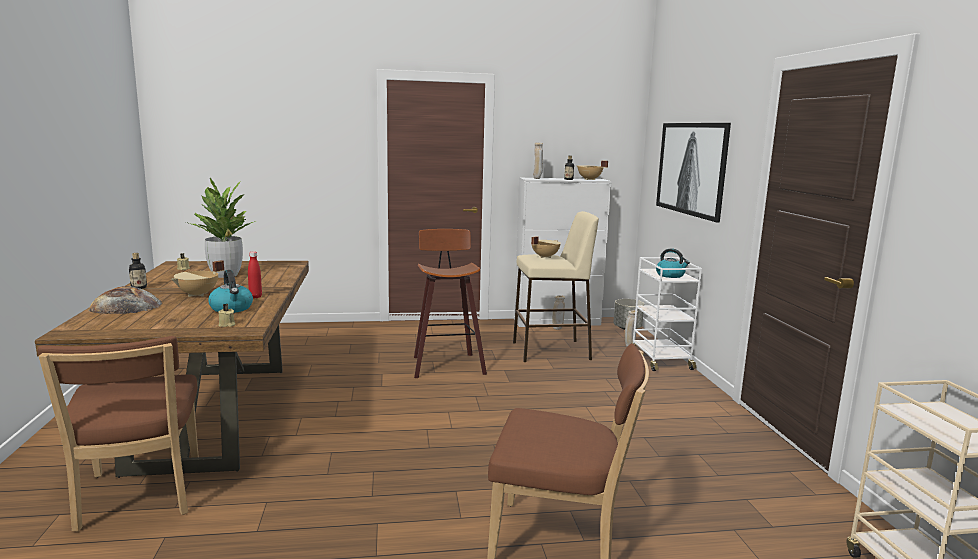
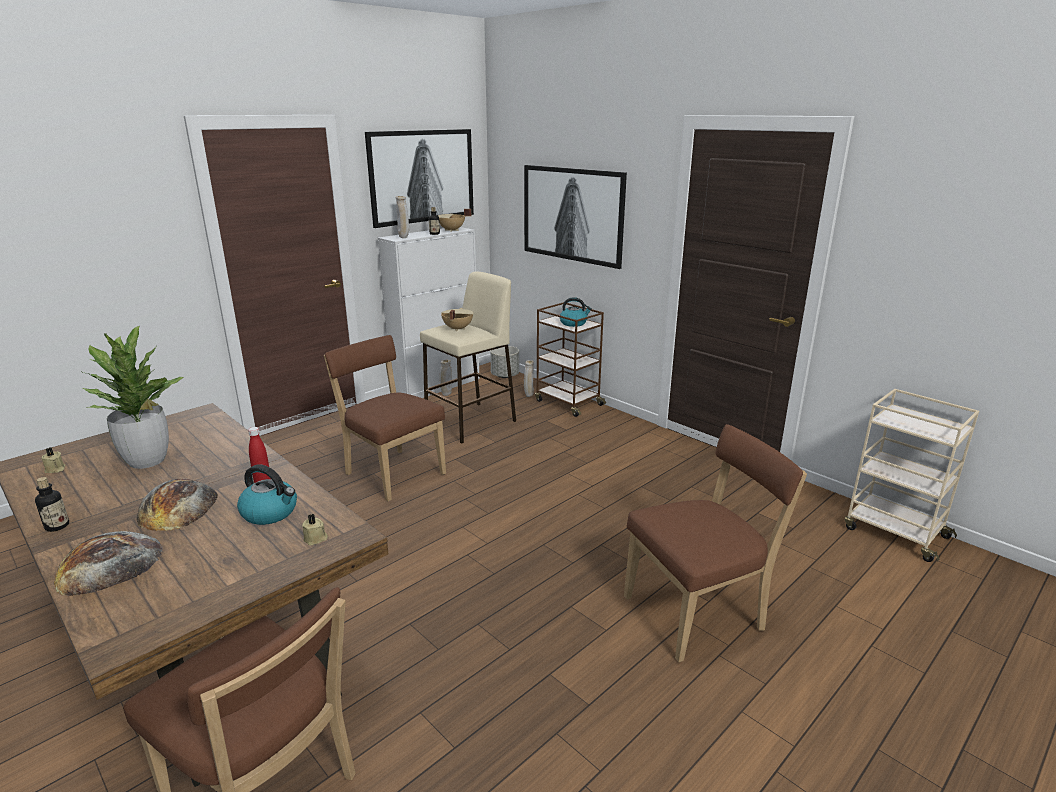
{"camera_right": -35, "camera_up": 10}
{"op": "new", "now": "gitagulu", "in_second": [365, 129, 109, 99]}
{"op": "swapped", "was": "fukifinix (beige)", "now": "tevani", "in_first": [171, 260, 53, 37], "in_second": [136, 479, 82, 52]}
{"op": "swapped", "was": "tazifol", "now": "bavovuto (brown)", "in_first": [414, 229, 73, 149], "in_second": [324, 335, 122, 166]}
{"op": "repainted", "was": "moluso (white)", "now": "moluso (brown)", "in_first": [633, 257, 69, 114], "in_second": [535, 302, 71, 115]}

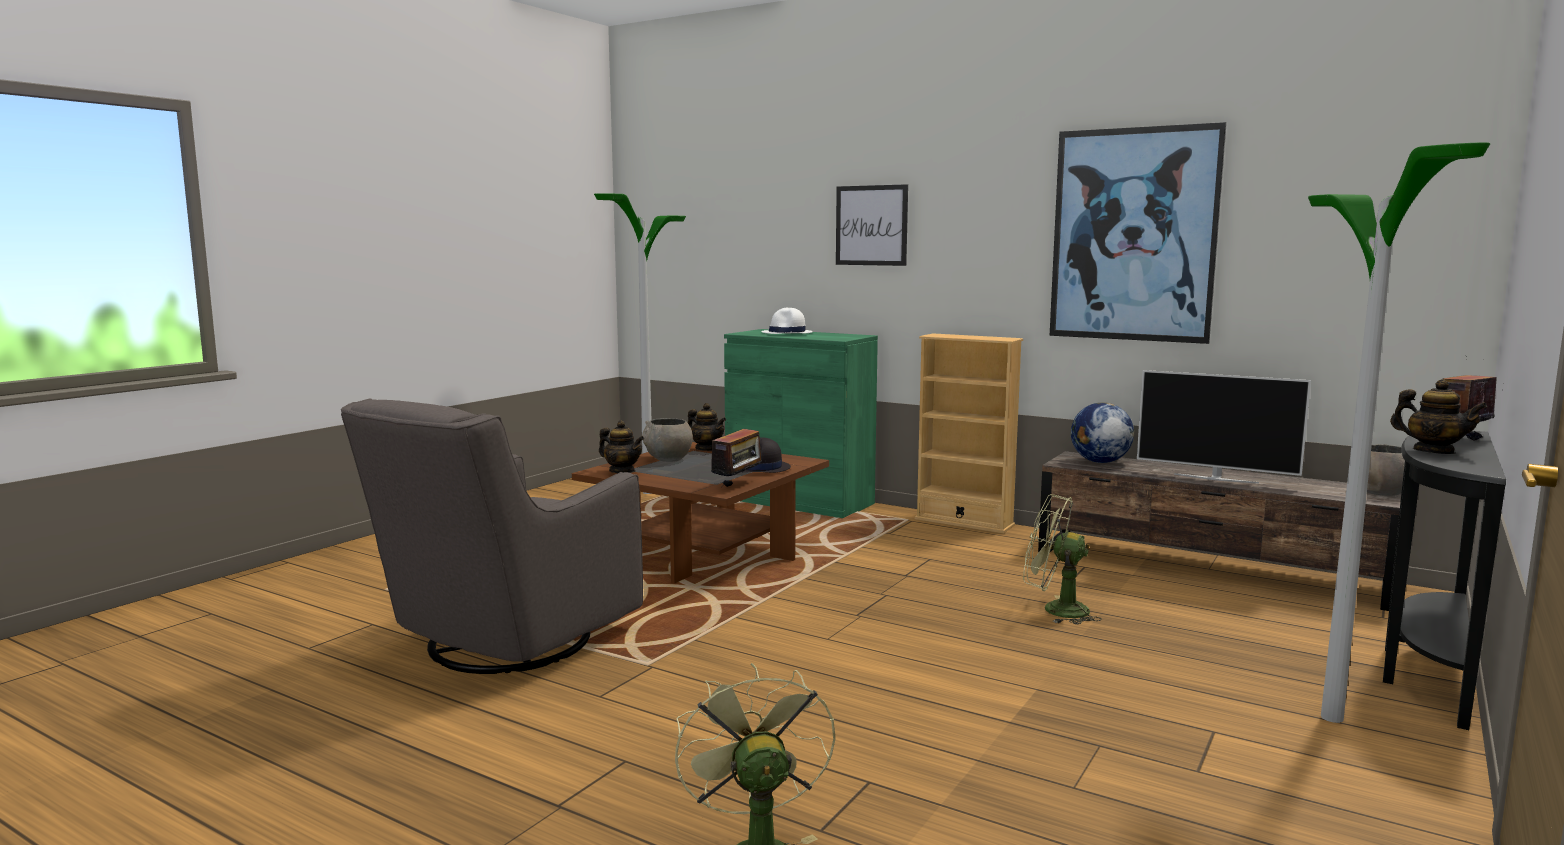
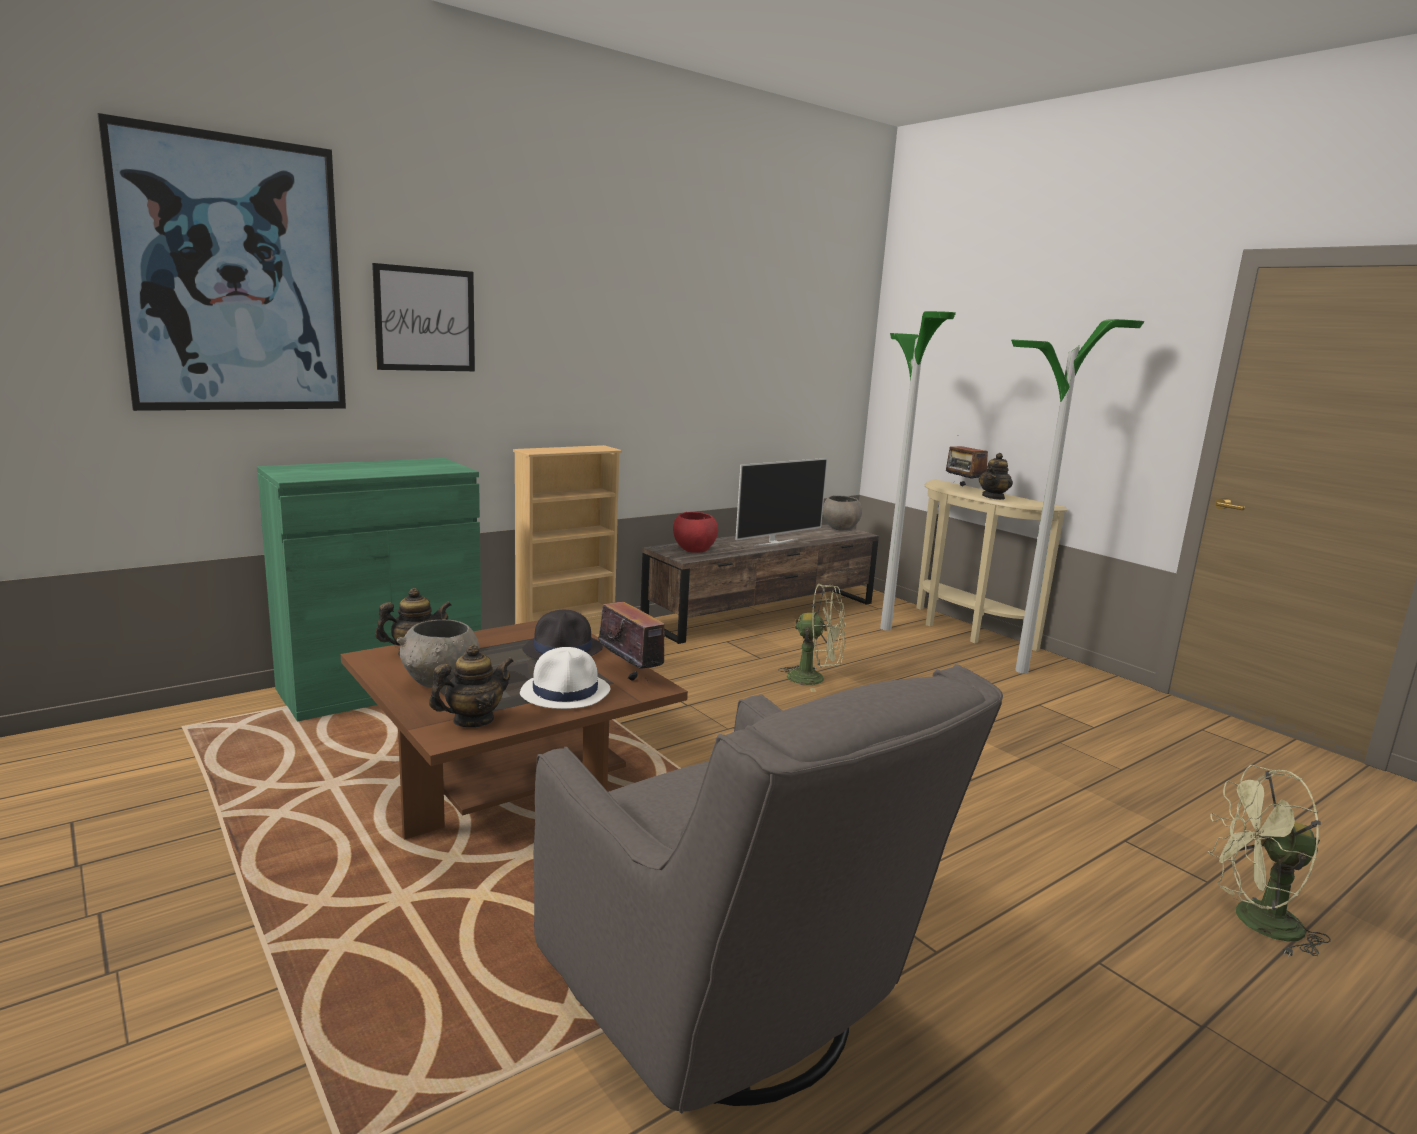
{"camera_right": -70, "camera_up": 5}
{"op": "shifted", "was": "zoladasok", "in_first": [594, 193, 92, 301], "in_second": [880, 311, 76, 320]}
{"op": "shifted", "was": "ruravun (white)", "in_first": [761, 308, 52, 26], "in_second": [520, 647, 91, 62]}
{"op": "shifted", "was": "gitagulu", "in_first": [1050, 122, 177, 222], "in_second": [97, 113, 249, 298]}
{"op": "swapped", "was": "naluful", "now": "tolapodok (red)", "in_first": [1071, 402, 63, 61], "in_second": [673, 512, 45, 41]}
{"op": "repainted", "was": "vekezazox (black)", "now": "vekezazox (beige)", "in_first": [1383, 431, 123, 299], "in_second": [917, 479, 151, 172]}
{"op": "rotated", "was": "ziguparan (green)", "in_first": [1023, 494, 79, 131], "in_second": [778, 584, 67, 108], "clockwise": -120}
{"op": "rotated", "was": "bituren", "in_first": [1390, 379, 97, 75], "in_second": [979, 453, 34, 47], "clockwise": 150}

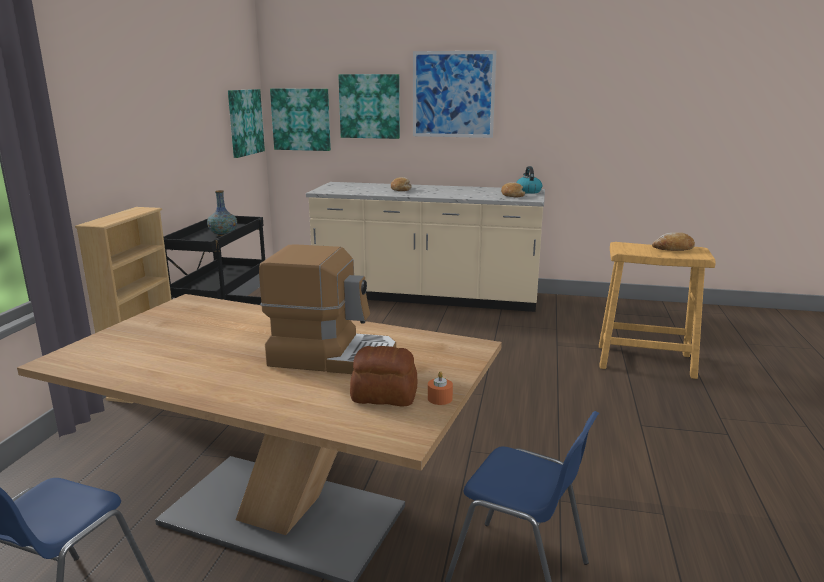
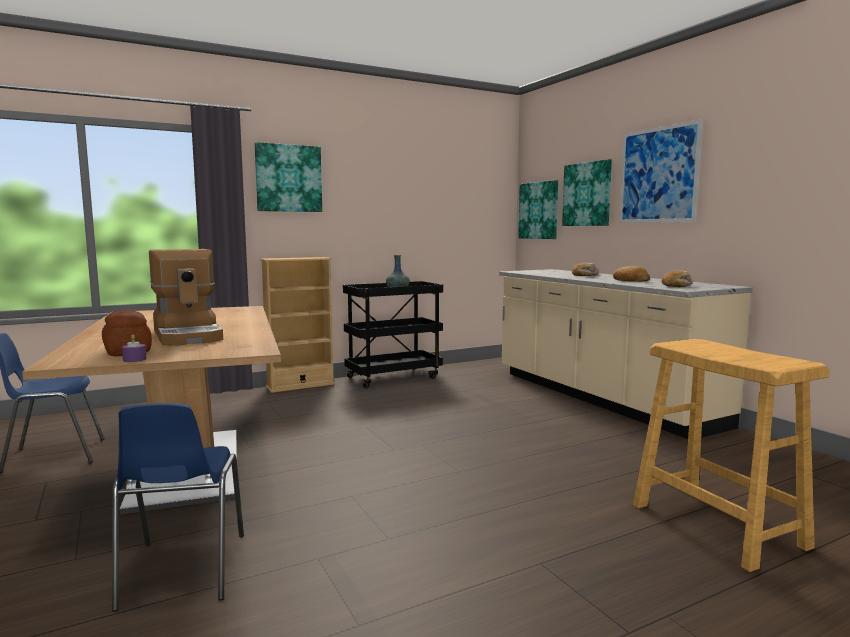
{"camera_right": 50, "camera_up": -10}
{"op": "gone", "was": "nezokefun", "in_first": [516, 166, 26, 28]}
{"op": "shifted", "was": "gitagulu", "in_first": [228, 89, 37, 69], "in_second": [255, 142, 67, 70]}
{"op": "shifted", "was": "tevani", "in_first": [652, 232, 43, 19], "in_second": [613, 266, 37, 15]}
{"op": "repainted", "was": "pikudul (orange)", "now": "pikudul (purple)", "in_first": [428, 371, 25, 34], "in_second": [122, 334, 25, 28]}

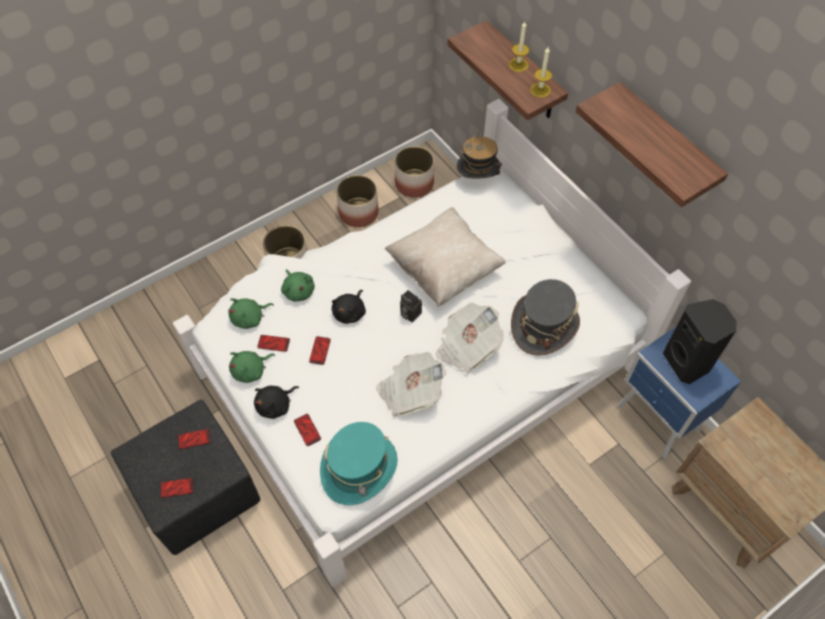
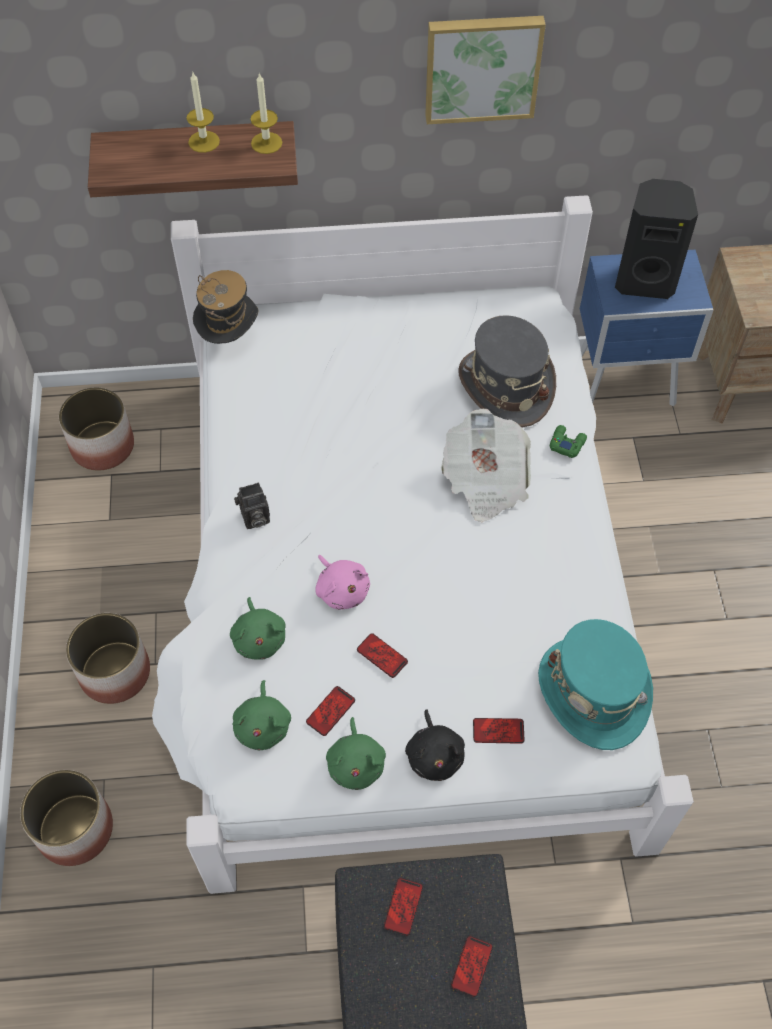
{"camera_right": -60, "camera_up": 0}
{"op": "gone", "was": "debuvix", "in_first": [376, 352, 70, 65]}
{"op": "gone", "was": "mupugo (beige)", "in_first": [384, 207, 122, 100]}
{"op": "new", "now": "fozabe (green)", "in_second": [550, 425, 37, 33]}
{"op": "shifted", "was": "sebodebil", "in_first": [336, 175, 43, 52], "in_second": [20, 770, 93, 96]}
{"op": "shifted", "was": "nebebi", "in_first": [400, 290, 22, 32], "in_second": [234, 482, 36, 47]}
{"op": "swapped", "was": "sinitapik", "now": "gitagulu", "in_first": [576, 82, 152, 125], "in_second": [425, 16, 121, 108]}
{"op": "repainted", "was": "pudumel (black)", "now": "pudumel (pink)", "in_first": [332, 290, 34, 34], "in_second": [315, 555, 55, 55]}
{"op": "rotated", "was": "pudumel (green)", "in_first": [281, 269, 34, 33], "in_second": [230, 597, 56, 63], "clockwise": 75}

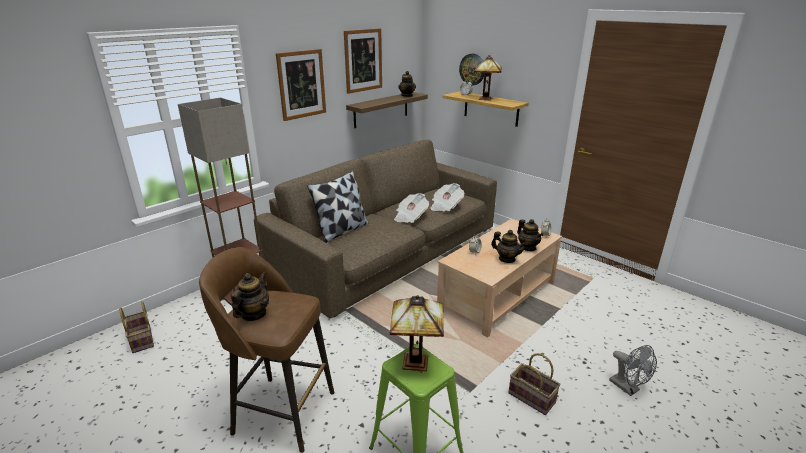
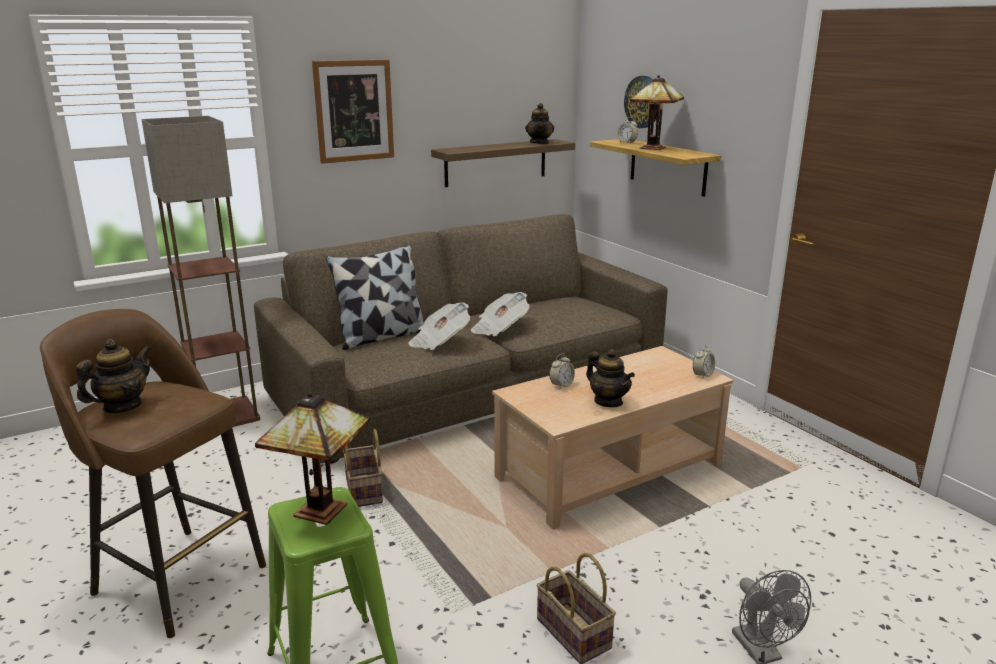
{"camera_right": 15, "camera_up": -5}
{"op": "gone", "was": "gitagulu", "in_first": [344, 28, 38, 66]}
{"op": "gone", "was": "bituren", "in_first": [517, 219, 26, 32]}
{"op": "shifted", "was": "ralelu", "in_first": [119, 302, 35, 51], "in_second": [343, 429, 40, 78]}
{"op": "shifted", "was": "debuvix", "in_first": [430, 183, 34, 29], "in_second": [408, 302, 62, 48]}

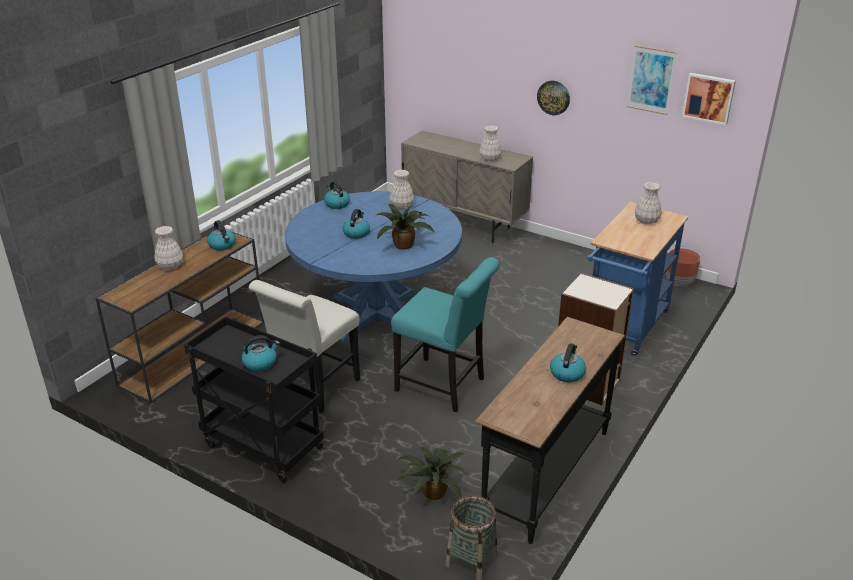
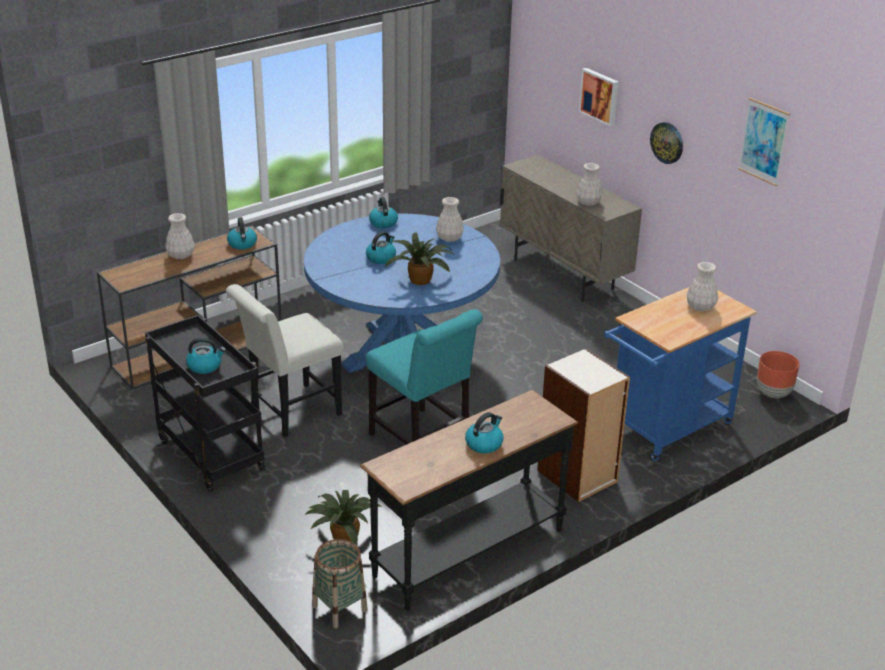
{"camera_right": 20, "camera_up": 0}
{"op": "shifted", "was": "gitagulu", "in_first": [682, 73, 54, 52], "in_second": [579, 68, 40, 59]}

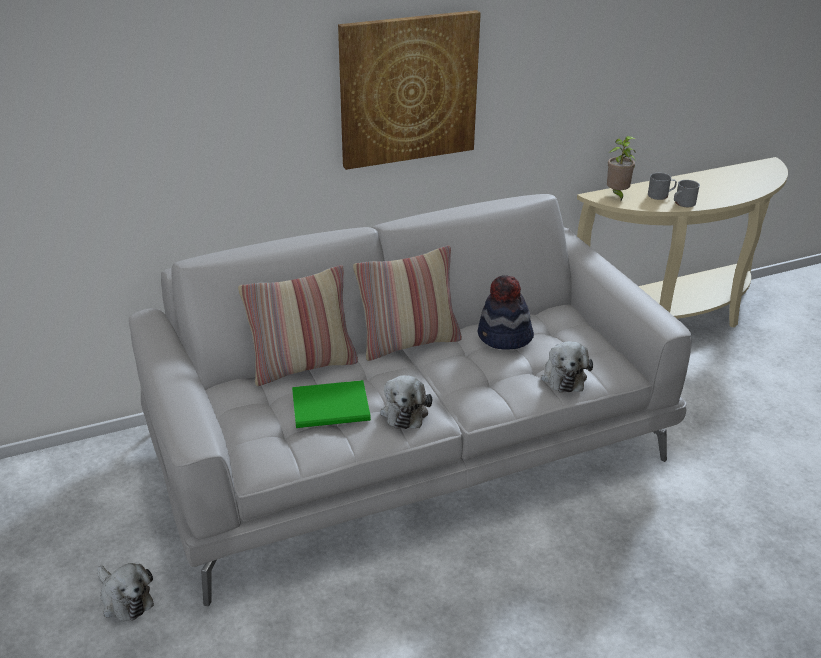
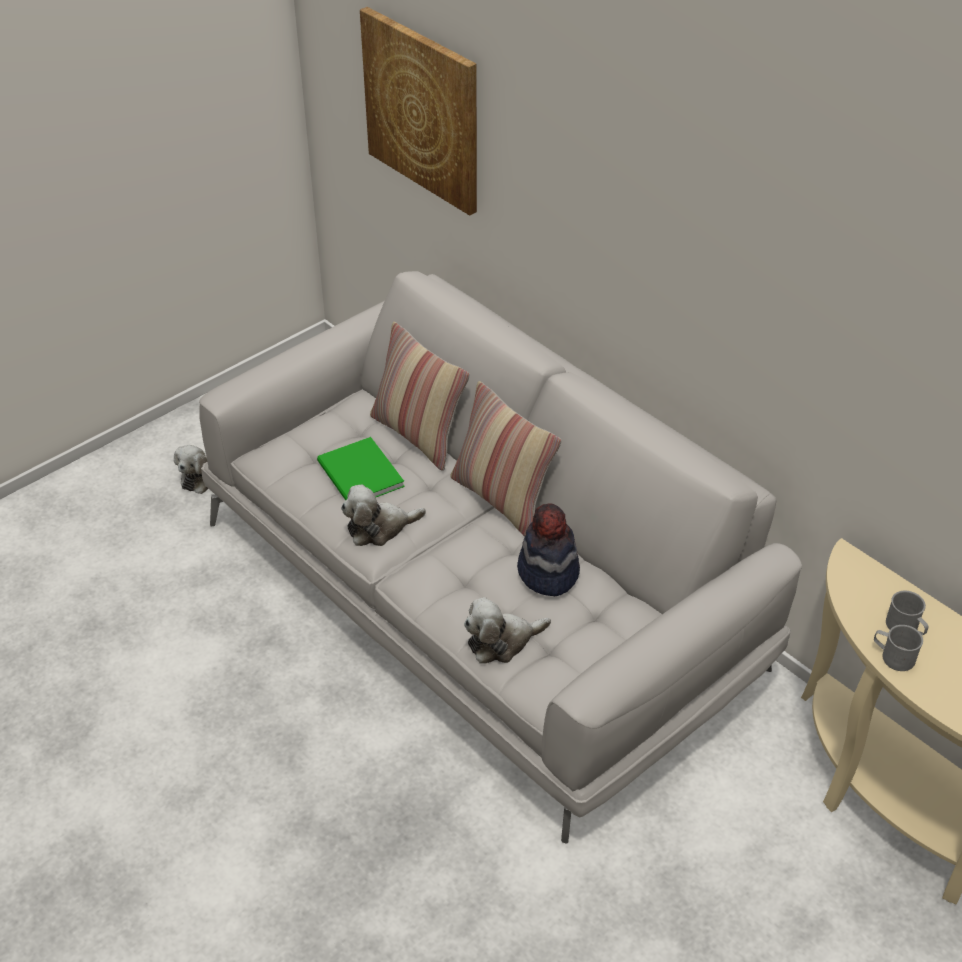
{"camera_right": 70, "camera_up": 10}
{"op": "gone", "was": "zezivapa", "in_first": [607, 136, 29, 65]}
{"op": "shifted", "was": "gitagulu", "in_first": [338, 10, 143, 160], "in_second": [360, 7, 117, 209]}

